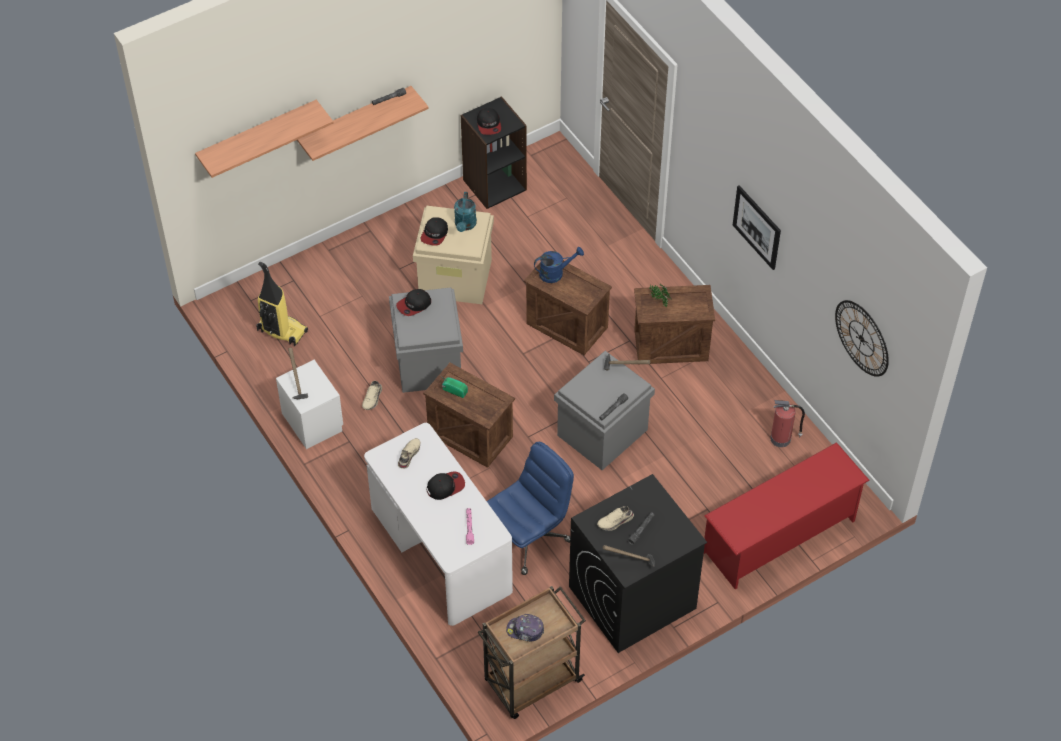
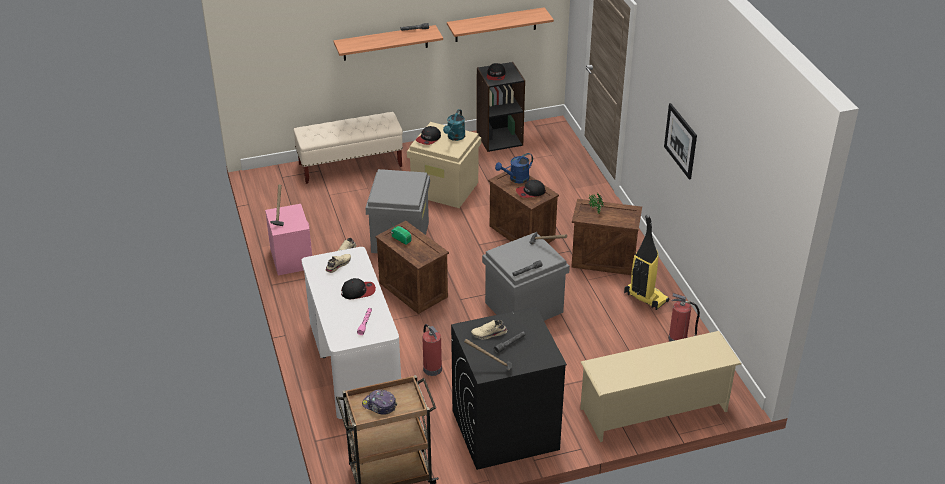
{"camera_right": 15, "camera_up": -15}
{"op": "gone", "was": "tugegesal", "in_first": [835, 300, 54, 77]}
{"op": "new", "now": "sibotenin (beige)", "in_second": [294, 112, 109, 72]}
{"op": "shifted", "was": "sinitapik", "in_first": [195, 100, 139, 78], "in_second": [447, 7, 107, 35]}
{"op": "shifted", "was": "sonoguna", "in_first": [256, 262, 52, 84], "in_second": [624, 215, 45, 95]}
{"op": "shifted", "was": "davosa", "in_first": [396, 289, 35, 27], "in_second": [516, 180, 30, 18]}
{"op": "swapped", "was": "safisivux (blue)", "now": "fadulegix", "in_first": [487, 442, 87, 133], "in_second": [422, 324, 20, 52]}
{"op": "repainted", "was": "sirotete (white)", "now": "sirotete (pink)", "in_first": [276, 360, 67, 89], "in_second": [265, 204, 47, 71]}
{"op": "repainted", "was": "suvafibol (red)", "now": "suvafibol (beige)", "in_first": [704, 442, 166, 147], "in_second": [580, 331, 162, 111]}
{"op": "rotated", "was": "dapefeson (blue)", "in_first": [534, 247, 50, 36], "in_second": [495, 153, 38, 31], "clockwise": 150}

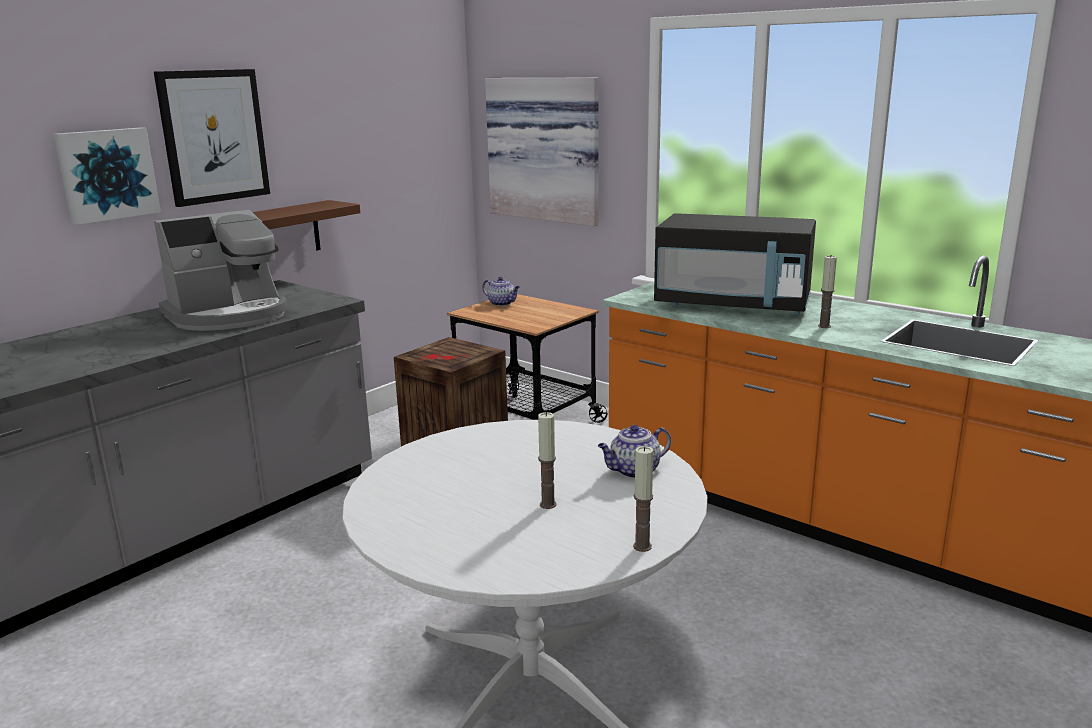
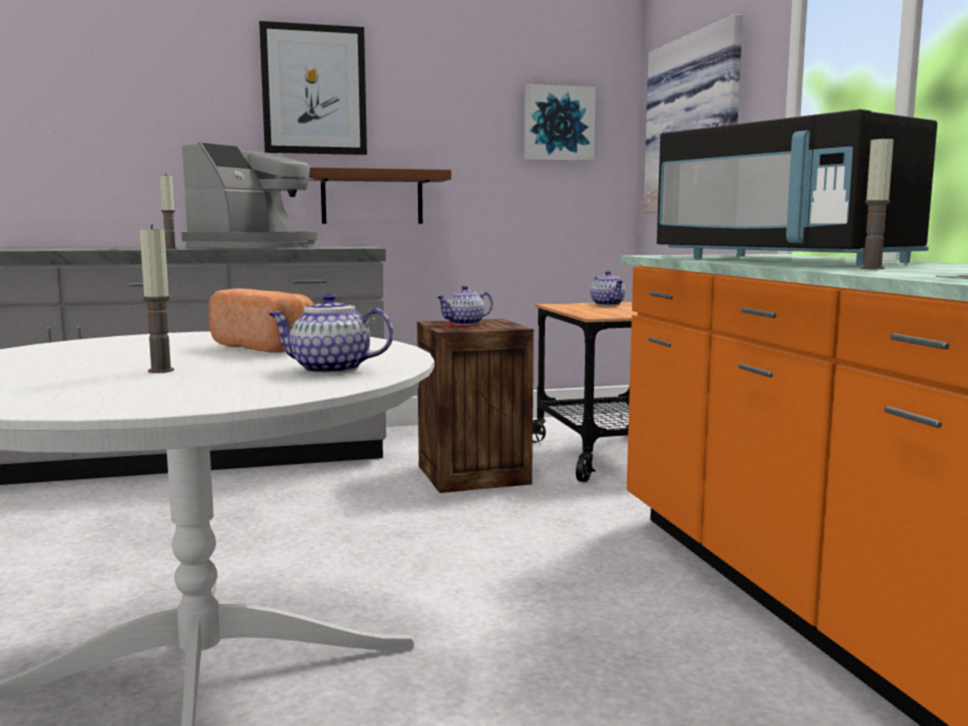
{"camera_right": 35, "camera_up": -10}
{"op": "new", "now": "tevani", "in_second": [208, 289, 107, 64]}
{"op": "new", "now": "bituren", "in_second": [436, 285, 57, 40]}
{"op": "shifted", "was": "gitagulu", "in_first": [53, 127, 108, 98], "in_second": [524, 84, 72, 77]}
{"op": "shifted", "was": "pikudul", "in_first": [633, 446, 20, 106], "in_second": [160, 176, 17, 73]}
{"op": "rotated", "was": "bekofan", "in_first": [154, 210, 133, 121], "in_second": [182, 142, 136, 106], "clockwise": -60}

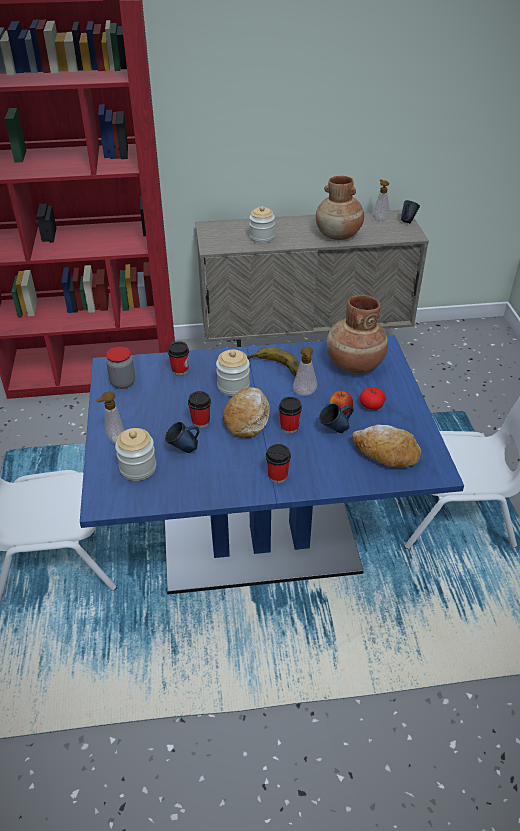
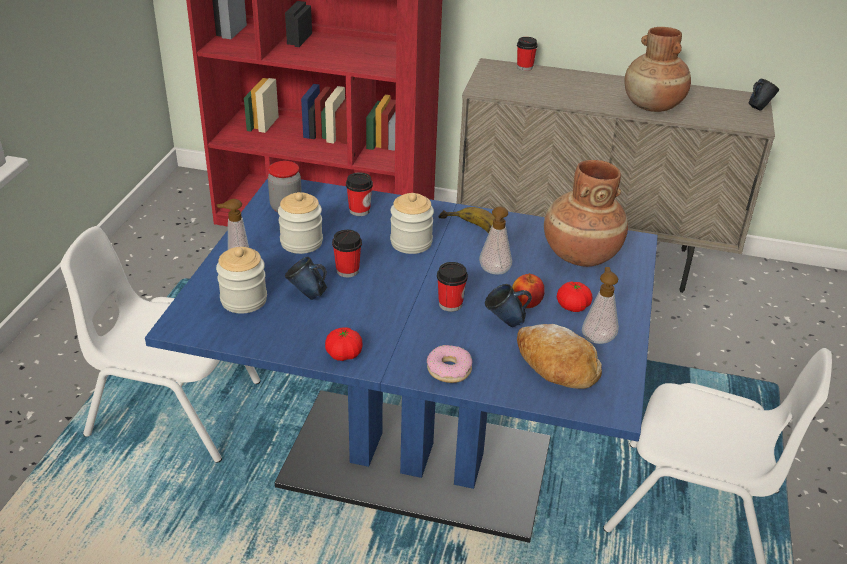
{"camera_right": 20, "camera_up": -5}
{"op": "gone", "was": "tevani", "in_first": [223, 387, 47, 51]}
{"op": "new", "now": "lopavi", "in_second": [325, 327, 38, 34]}
{"op": "new", "now": "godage", "in_second": [427, 345, 45, 38]}
{"op": "shifted", "was": "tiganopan", "in_first": [249, 206, 26, 37], "in_second": [278, 192, 45, 62]}
{"op": "shifted", "was": "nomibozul", "in_first": [266, 444, 25, 39], "in_second": [517, 37, 21, 34]}
{"op": "shifted", "was": "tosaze", "in_first": [373, 179, 17, 42], "in_second": [582, 267, 37, 77]}

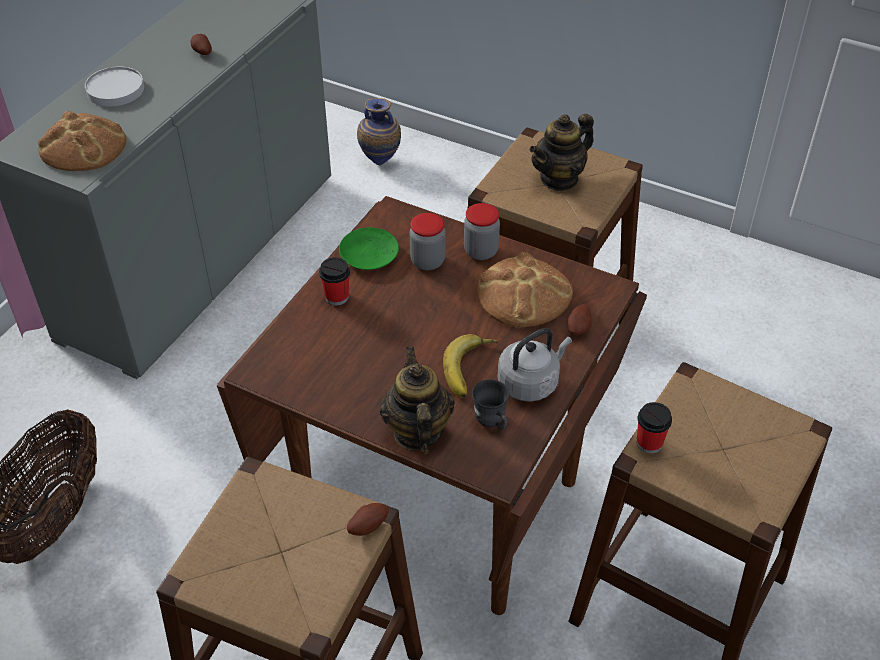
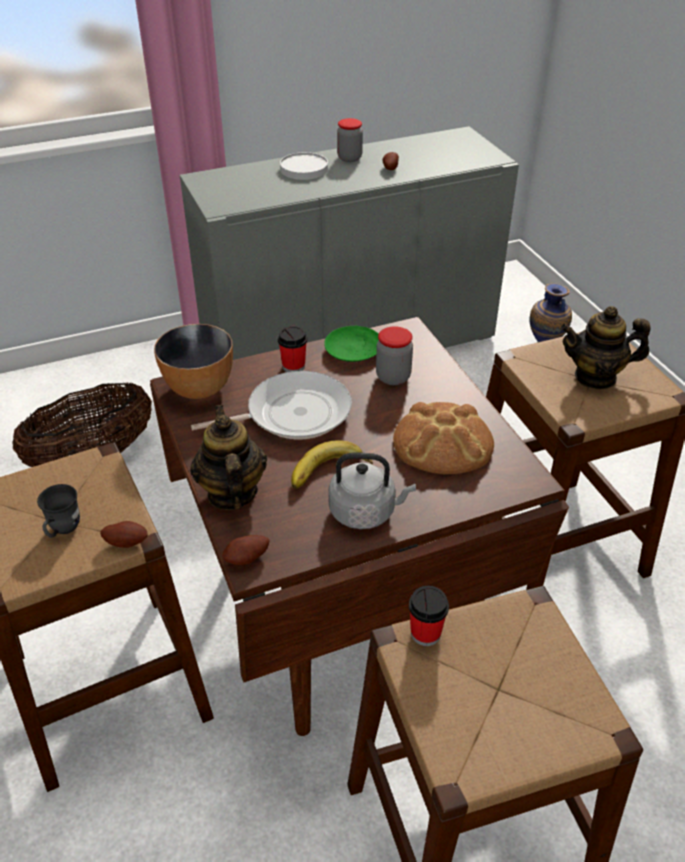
{"camera_right": 40, "camera_up": -5}
{"op": "gone", "was": "tevani", "in_first": [38, 111, 89, 60]}
{"op": "new", "now": "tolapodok", "in_second": [154, 324, 79, 75]}
{"op": "new", "now": "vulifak", "in_second": [191, 371, 161, 68]}
{"op": "shifted", "was": "tiganopan", "in_first": [464, 203, 36, 57], "in_second": [337, 118, 26, 44]}
{"op": "shifted", "was": "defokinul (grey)", "in_first": [472, 379, 38, 51], "in_second": [37, 484, 43, 54]}
{"op": "shifted", "was": "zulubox", "in_first": [568, 304, 24, 31], "in_second": [222, 535, 47, 30]}
{"op": "rotated", "was": "bituren", "in_first": [380, 347, 75, 108], "in_second": [190, 405, 77, 105], "clockwise": -45}

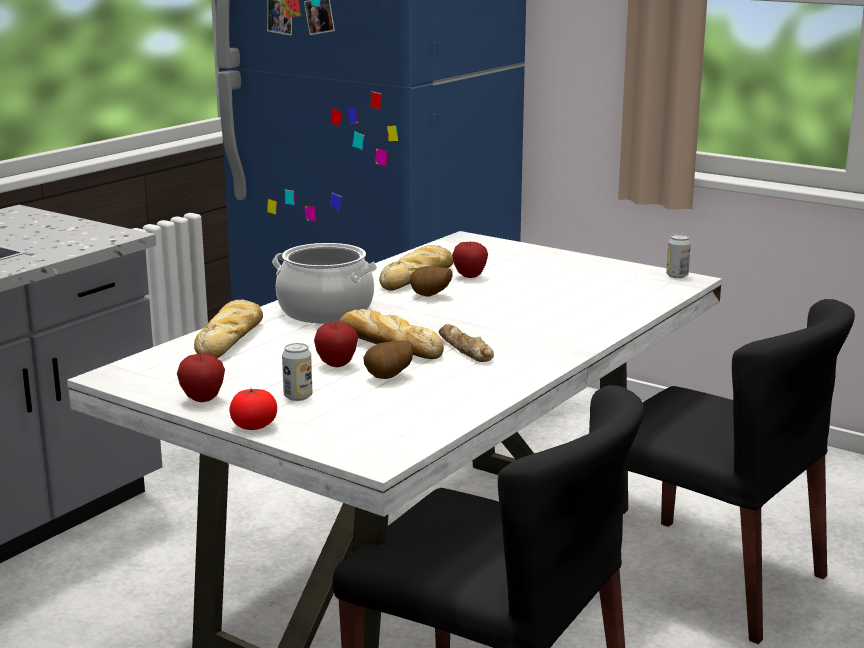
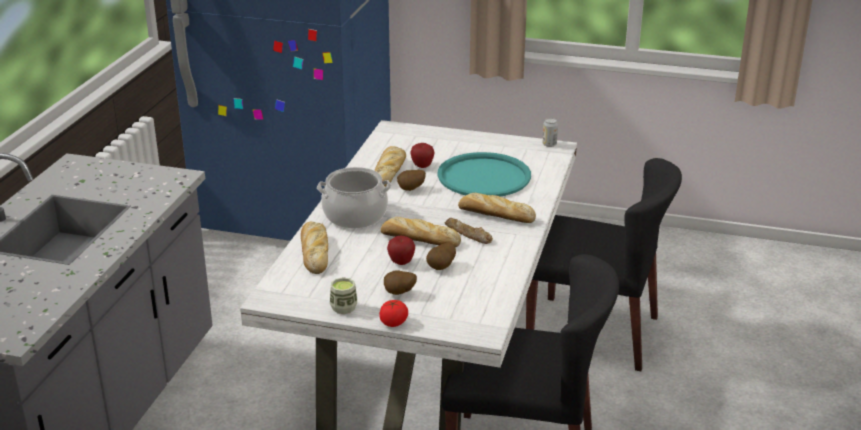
{"camera_right": -20, "camera_up": 10}
{"op": "new", "now": "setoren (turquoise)", "in_second": [437, 152, 94, 45]}
{"op": "new", "now": "tevani", "in_second": [458, 193, 78, 30]}
{"op": "swapped", "was": "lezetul", "now": "nomibozul", "in_first": [177, 354, 48, 48], "in_second": [330, 277, 27, 37]}
{"op": "swapped", "was": "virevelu", "now": "zulubox", "in_first": [282, 343, 30, 58], "in_second": [384, 270, 33, 25]}

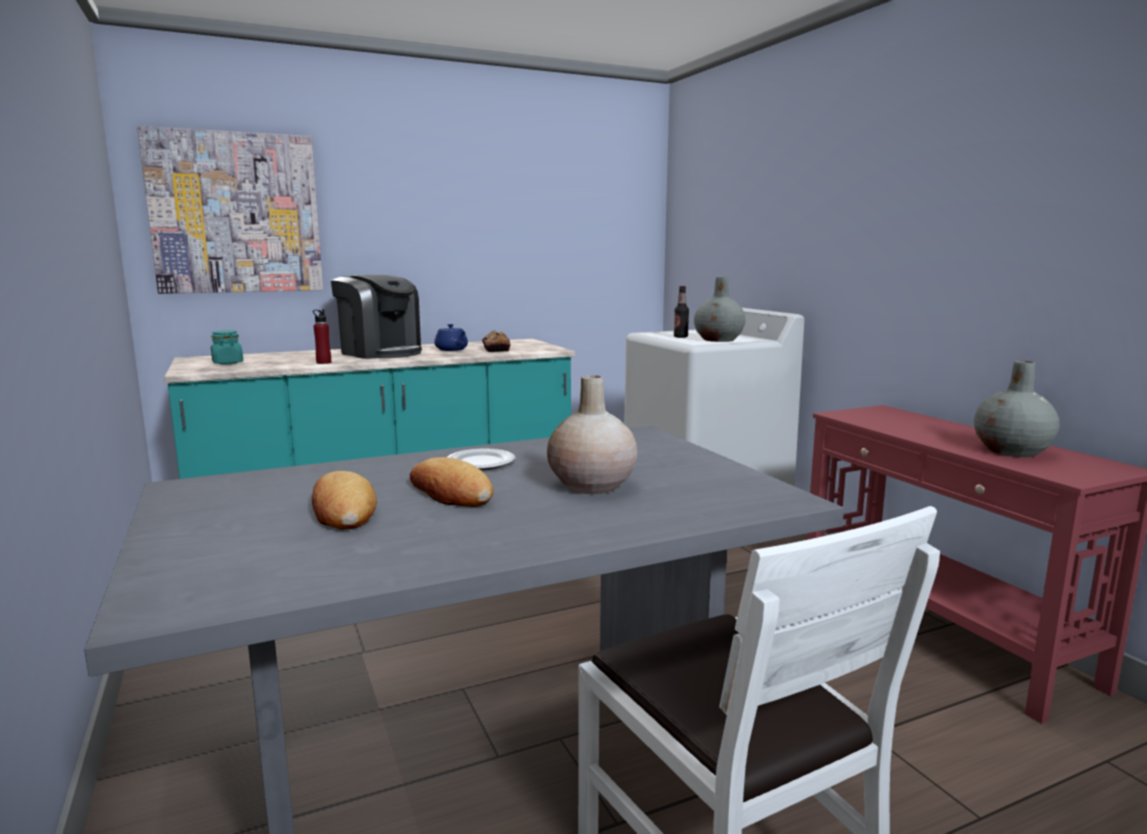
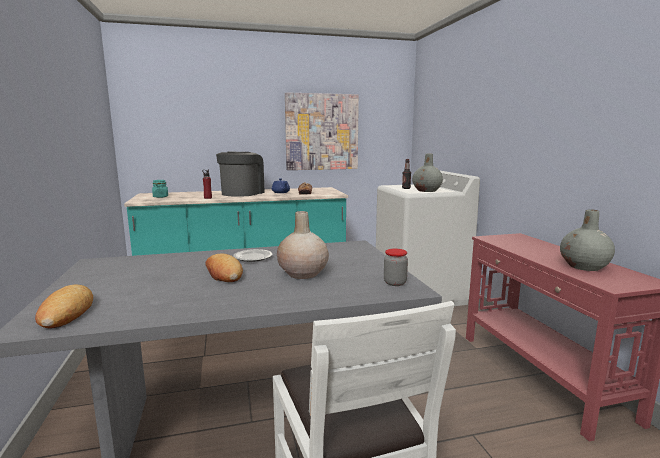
{"camera_right": 10, "camera_up": 0}
{"op": "new", "now": "tiganopan", "in_second": [384, 249, 24, 37]}
{"op": "shifted", "was": "gitagulu", "in_first": [137, 126, 186, 168], "in_second": [285, 92, 74, 78]}
{"op": "shifted", "was": "tevani", "in_first": [312, 471, 65, 59], "in_second": [35, 285, 58, 43]}
{"op": "rotated", "was": "bekofan", "in_first": [331, 275, 91, 84], "in_second": [216, 152, 49, 45], "clockwise": -120}

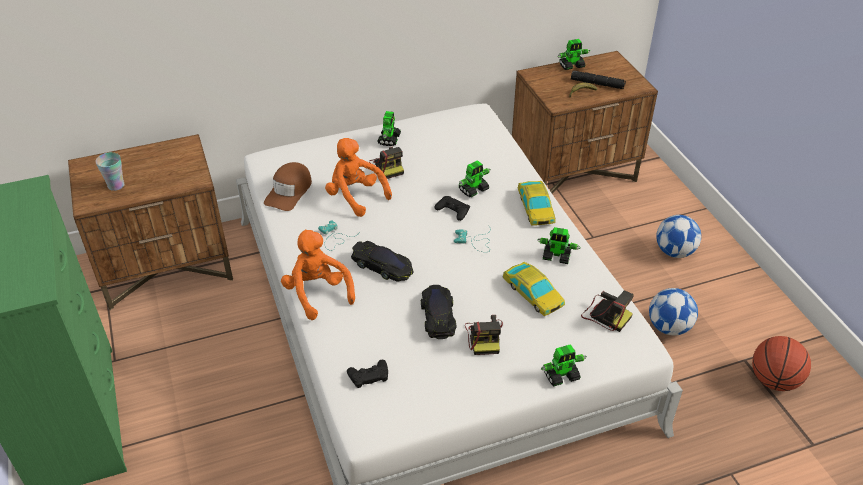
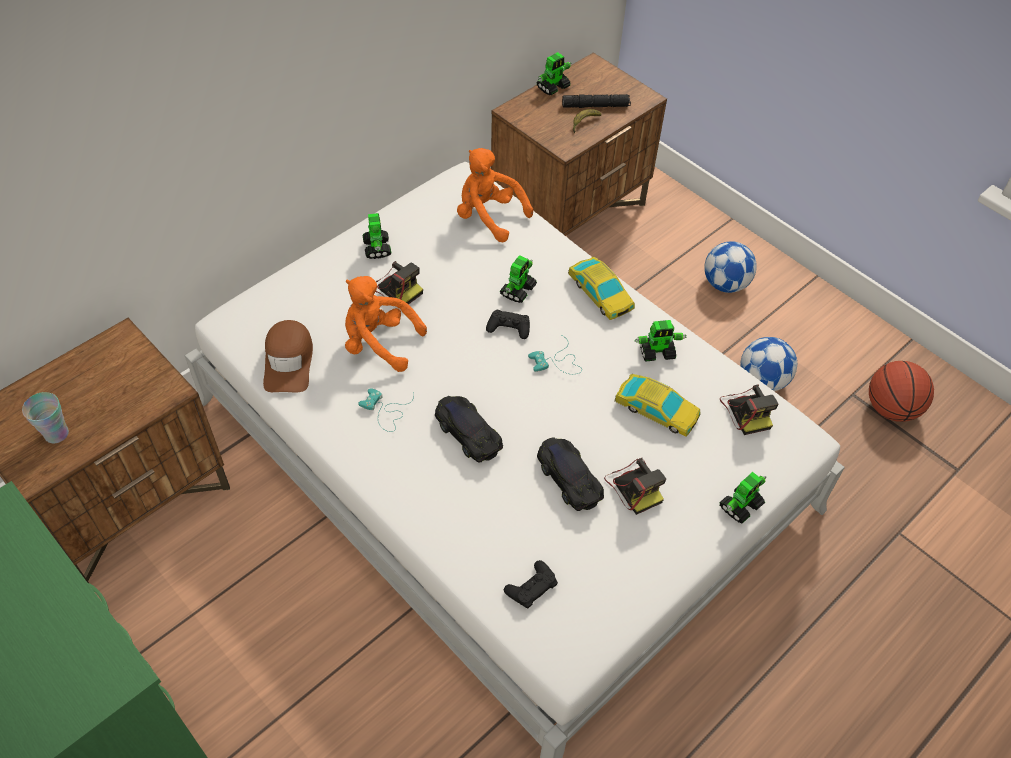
{"camera_right": -25, "camera_up": 10}
{"op": "shifted", "was": "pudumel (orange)", "in_first": [281, 229, 74, 91], "in_second": [457, 148, 76, 94]}
{"op": "rotated", "was": "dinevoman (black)", "in_first": [351, 241, 62, 41], "in_second": [435, 396, 68, 67], "clockwise": -135}
{"op": "rotated", "was": "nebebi", "in_first": [581, 290, 53, 42], "in_second": [720, 384, 58, 51], "clockwise": 60}

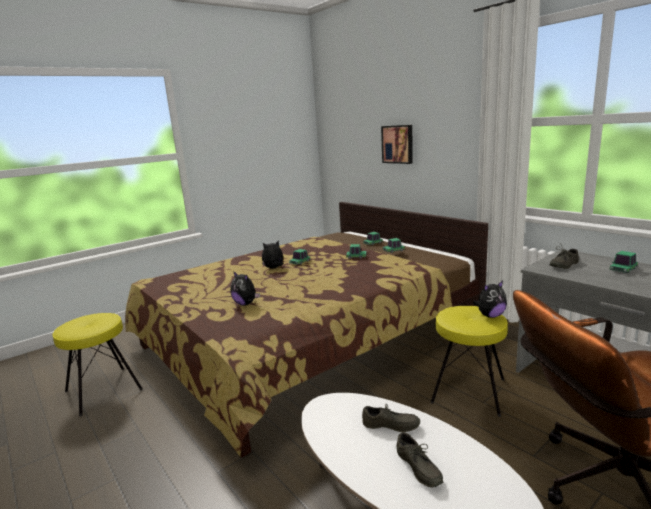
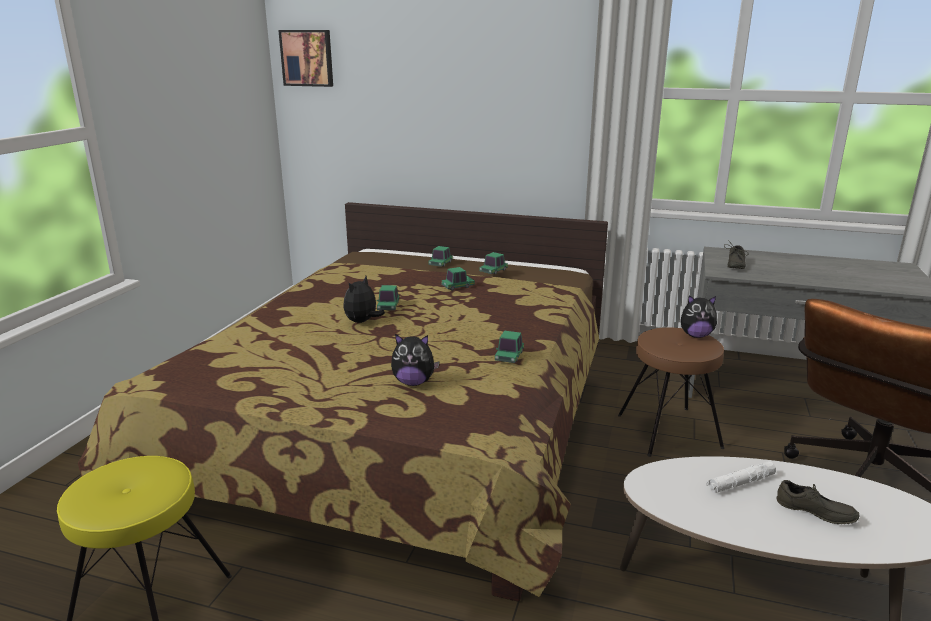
{"camera_right": -35, "camera_up": 5}
{"op": "shifted", "was": "gitagulu", "in_first": [381, 125, 32, 39], "in_second": [278, 30, 55, 57]}
{"op": "shifted", "was": "dinevoman", "in_first": [610, 251, 28, 22], "in_second": [495, 331, 29, 32]}
{"op": "swapped", "was": "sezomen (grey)", "now": "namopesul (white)", "in_first": [362, 404, 58, 28], "in_second": [706, 461, 70, 32]}
{"op": "repainted", "was": "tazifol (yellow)", "now": "tazifol (brown)", "in_first": [430, 306, 78, 111], "in_second": [618, 327, 106, 130]}
{"op": "rotated", "was": "pudumel", "in_first": [473, 281, 34, 37], "in_second": [681, 295, 36, 43], "clockwise": 60}

